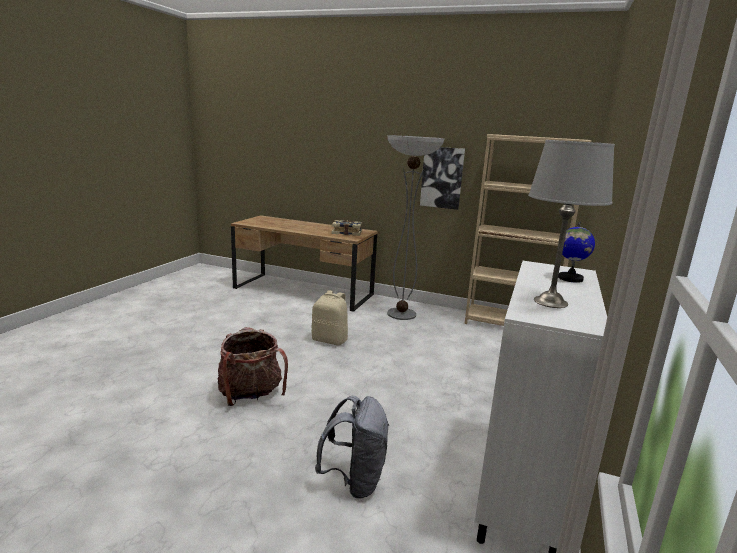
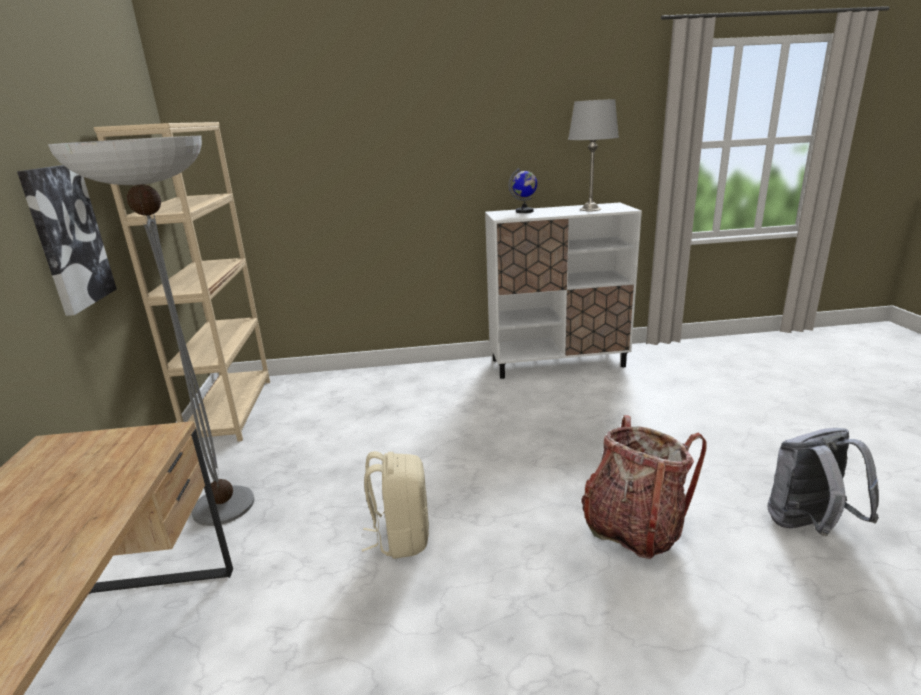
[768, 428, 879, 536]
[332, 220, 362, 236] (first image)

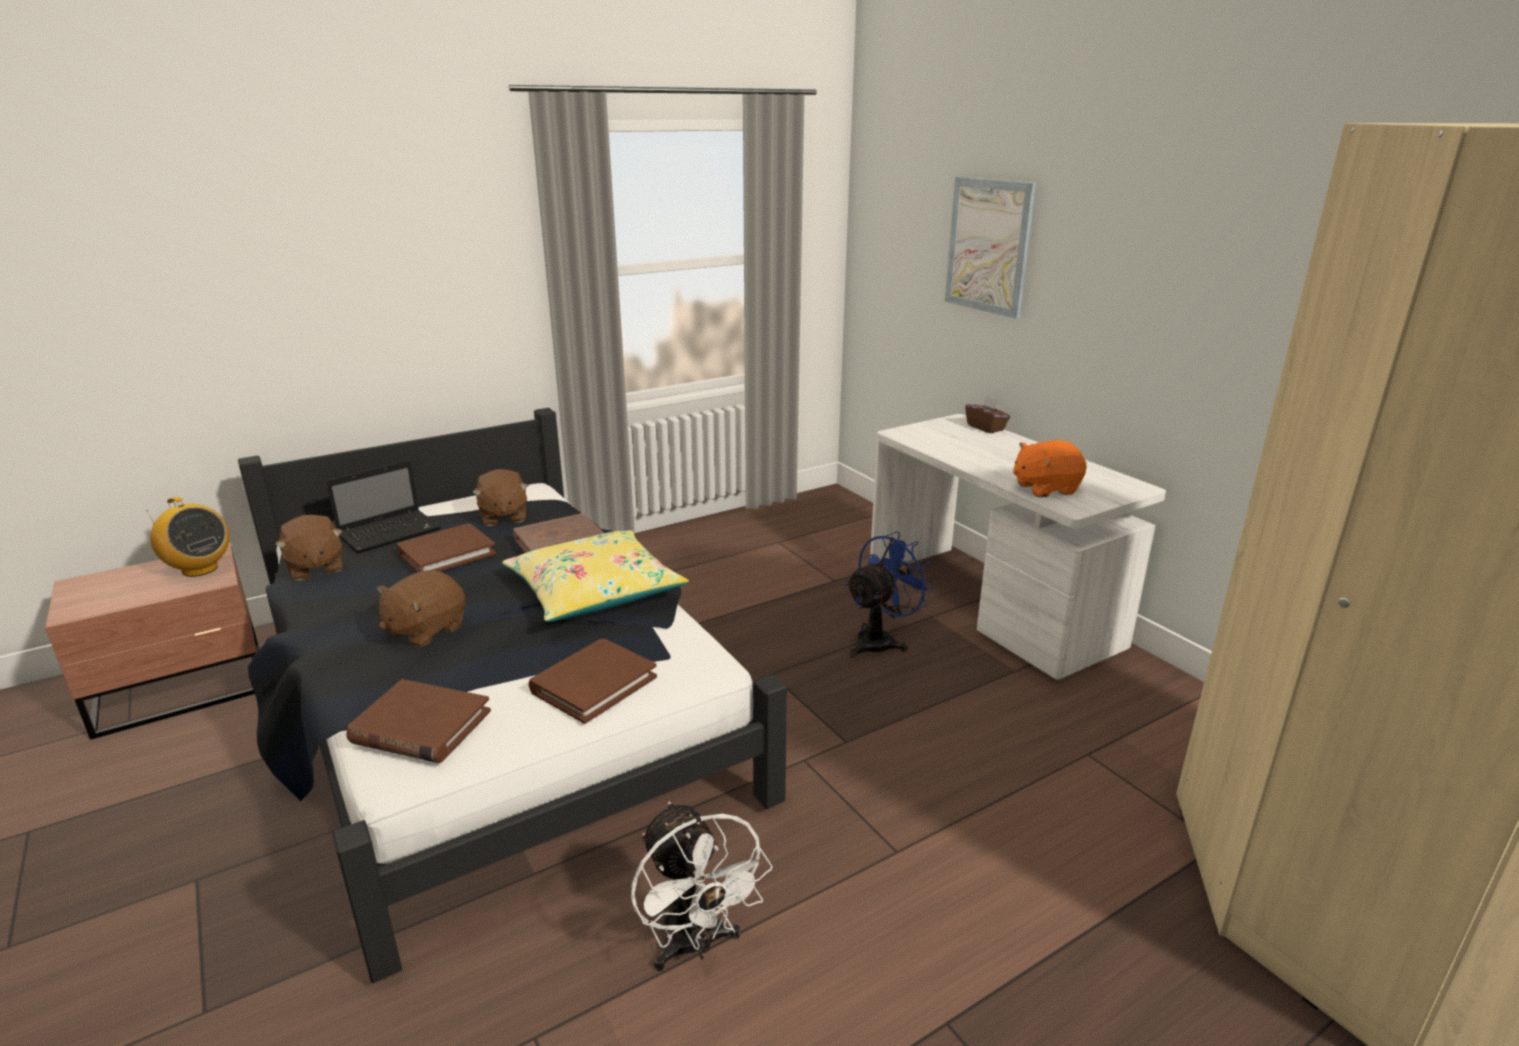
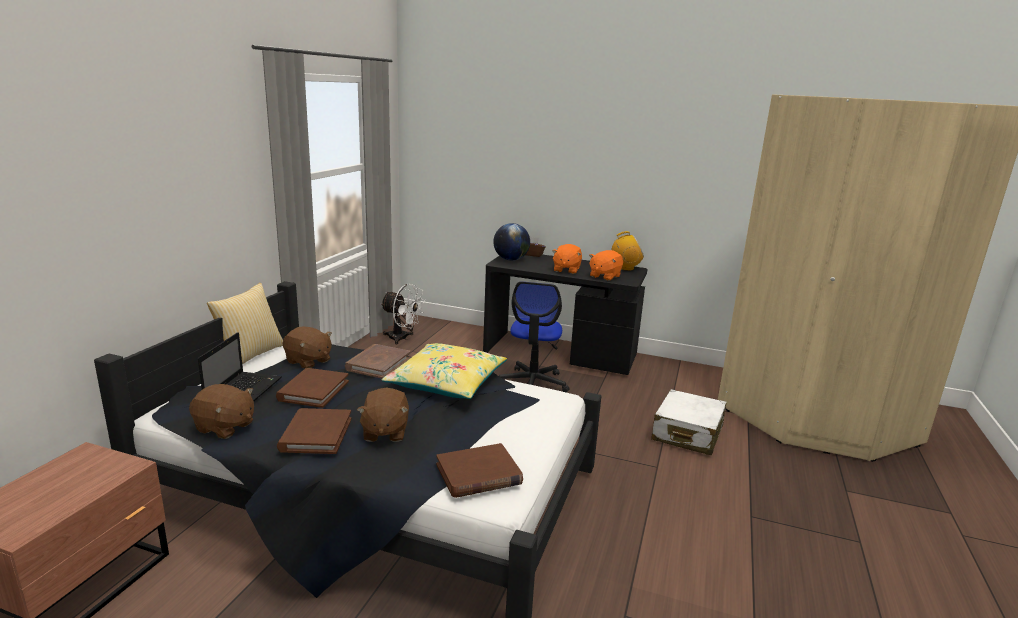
[207, 283, 283, 364]
[277, 408, 352, 454]
[381, 284, 425, 344]
[483, 254, 647, 375]
[493, 223, 530, 261]
[499, 281, 570, 393]
[552, 244, 582, 274]
[611, 231, 644, 271]
[651, 389, 727, 455]
[945, 177, 1036, 319] (first image)

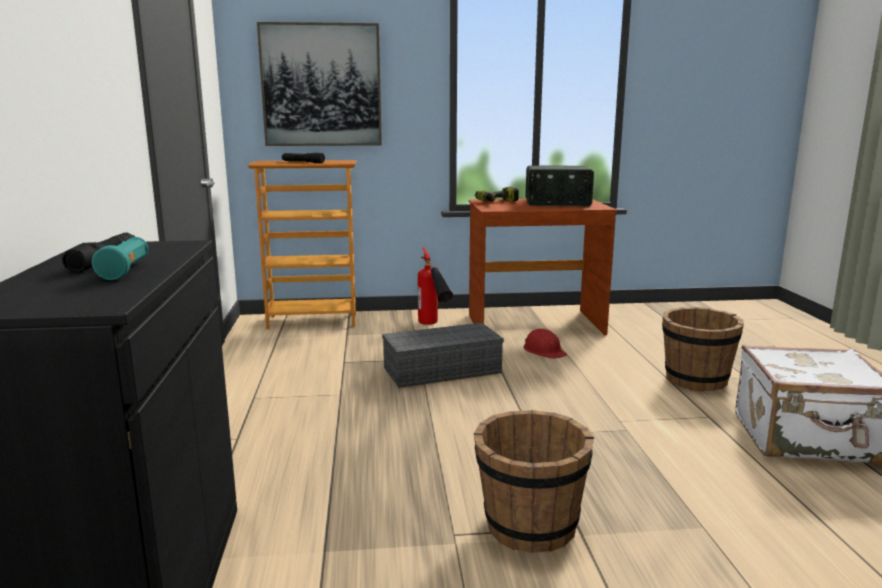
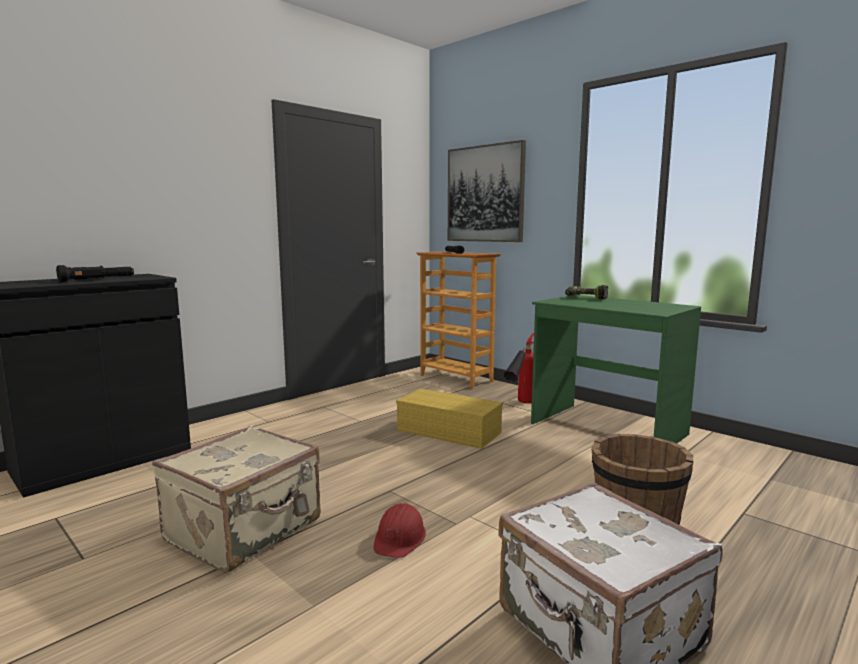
[56, 265, 105, 282]
[152, 425, 321, 573]
[374, 503, 426, 558]
[396, 389, 503, 449]
[531, 295, 701, 444]
[525, 165, 594, 206] (first image)

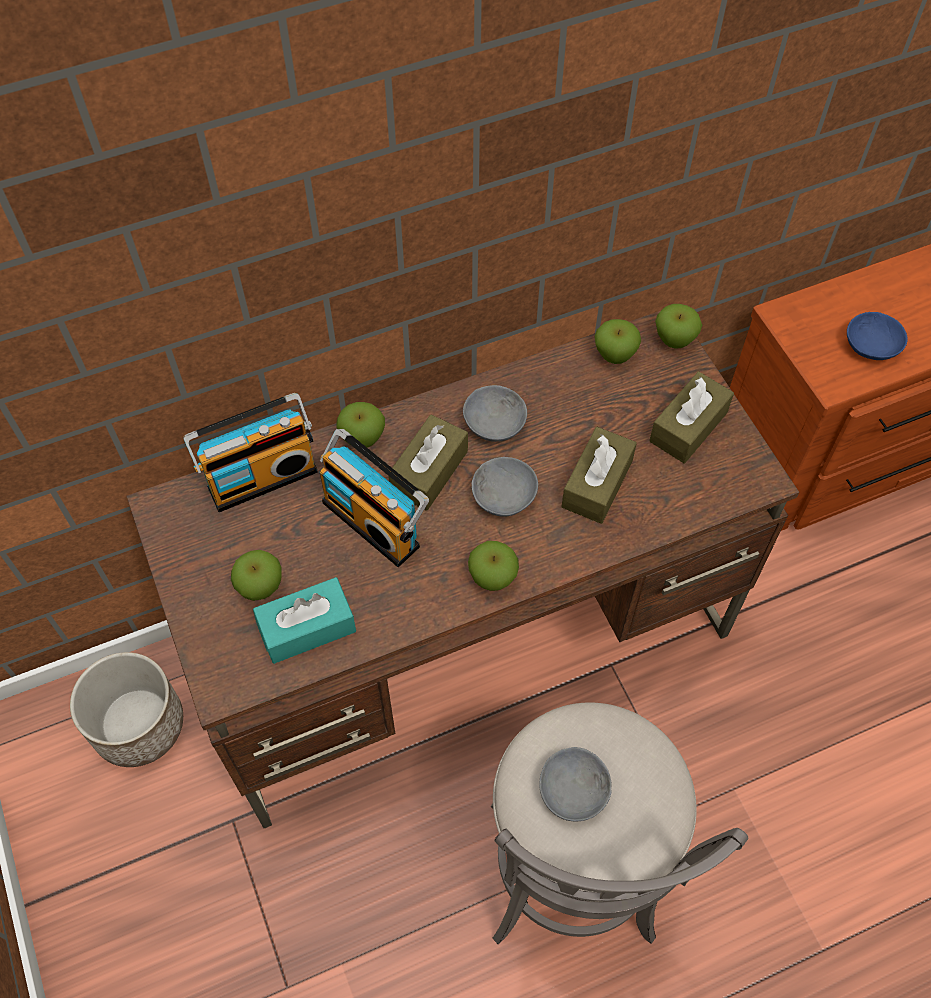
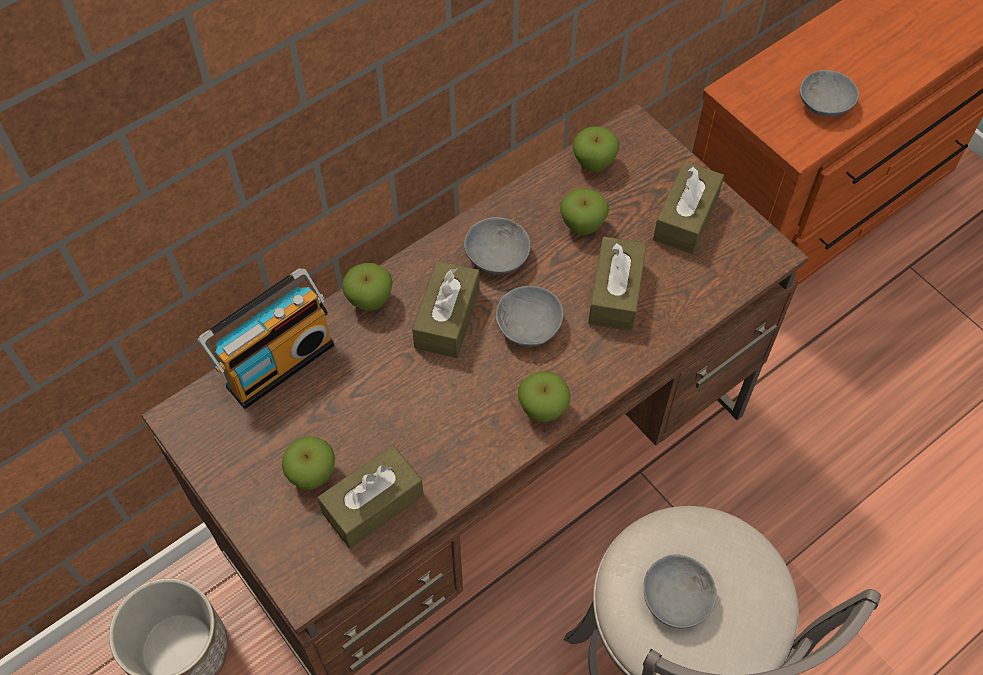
[318, 445, 424, 548]
[560, 188, 609, 235]
[800, 70, 859, 116]
[320, 429, 429, 567] (first image)

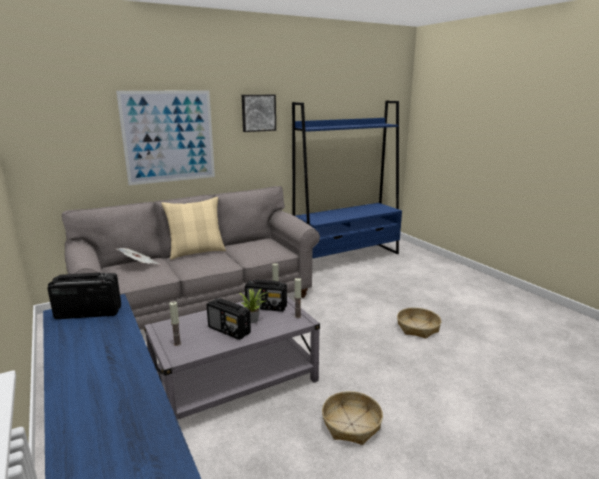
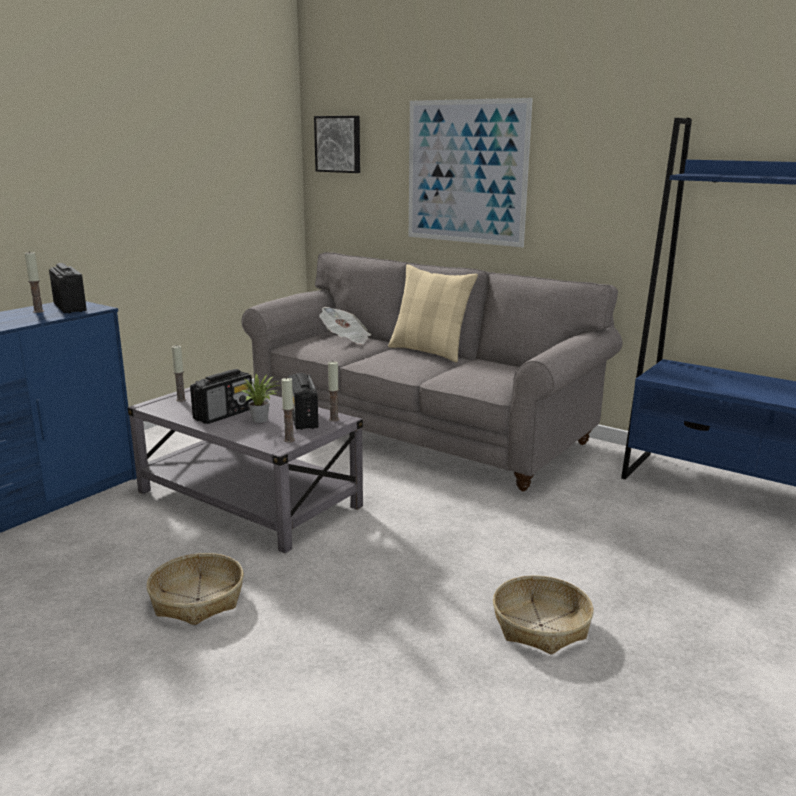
[25, 251, 44, 313]
[190, 369, 253, 424]
[314, 116, 360, 173]

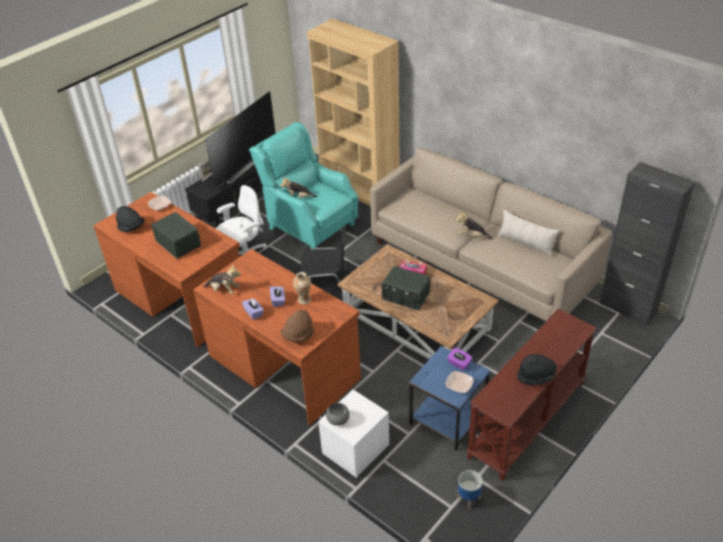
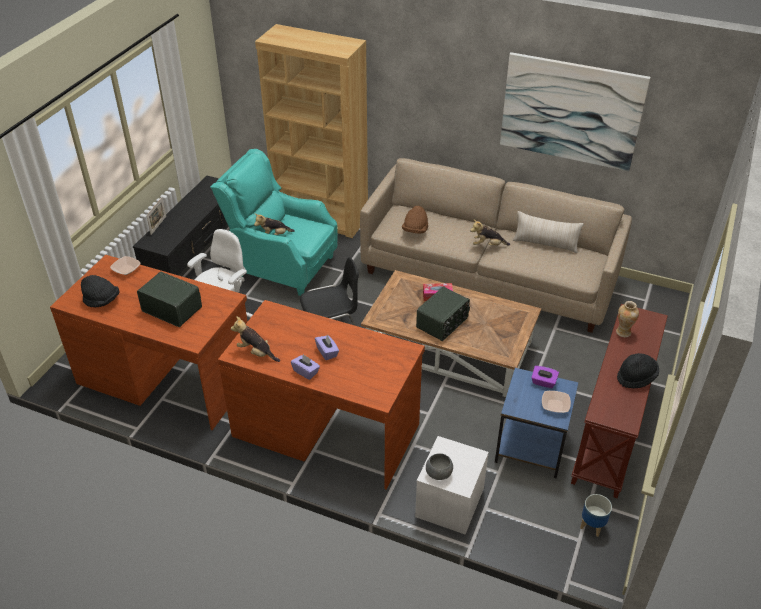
[231, 316, 280, 362]
[402, 206, 428, 234]
[416, 287, 470, 341]
[500, 52, 651, 171]
[616, 301, 639, 337]
[205, 91, 276, 190] (first image)
[600, 162, 695, 326] (first image)

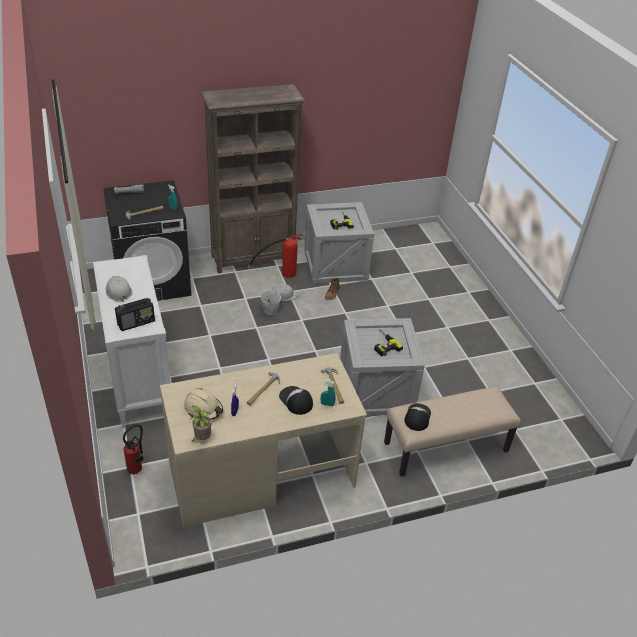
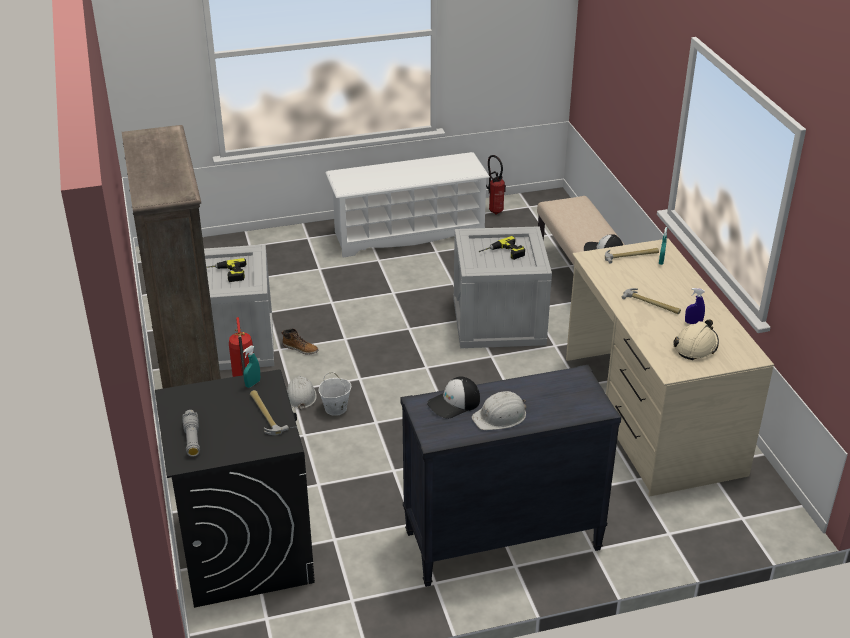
[326, 152, 490, 258]
[401, 365, 621, 587]
[427, 376, 480, 419]
[486, 155, 506, 215]
[115, 298, 155, 331] (first image)
[189, 406, 212, 442] (first image)

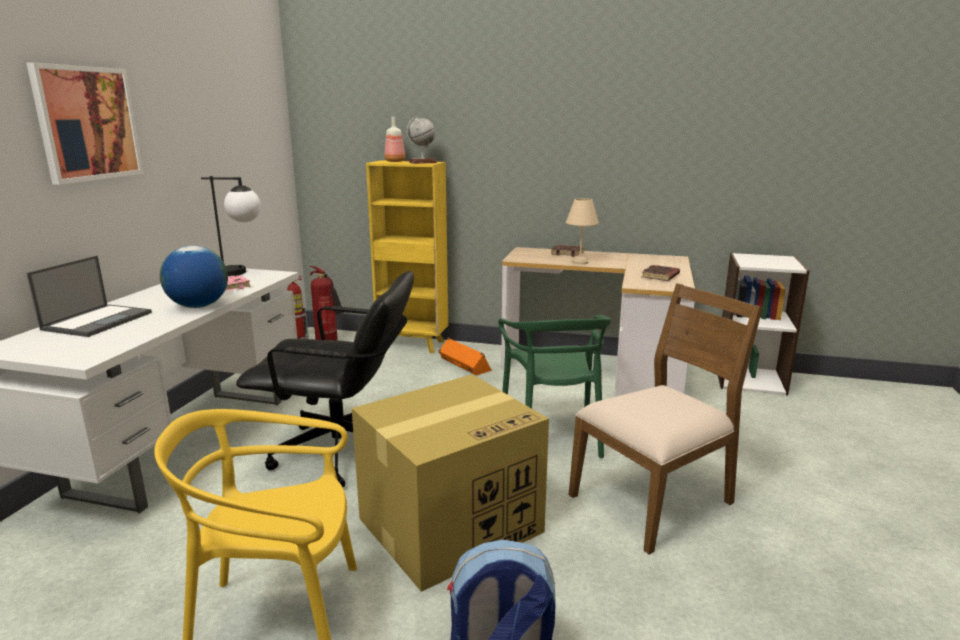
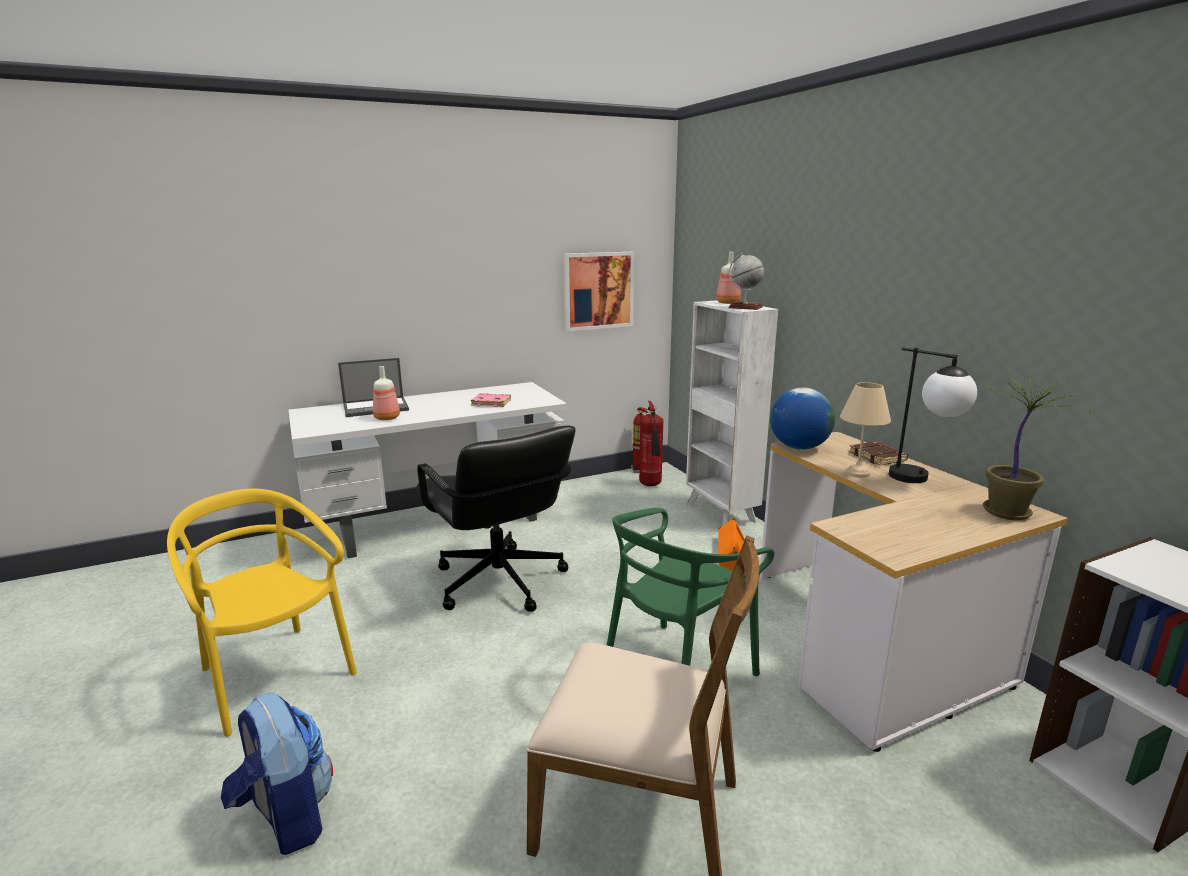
[373, 366, 400, 420]
[564, 252, 634, 331]
[686, 300, 778, 526]
[770, 387, 835, 450]
[889, 347, 977, 483]
[983, 375, 1090, 520]
[352, 374, 549, 592] (first image)
[641, 265, 680, 281] (first image)

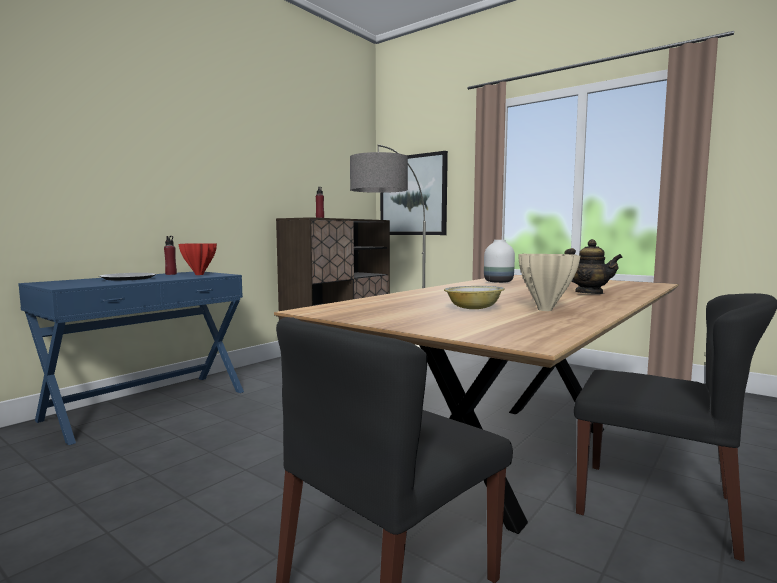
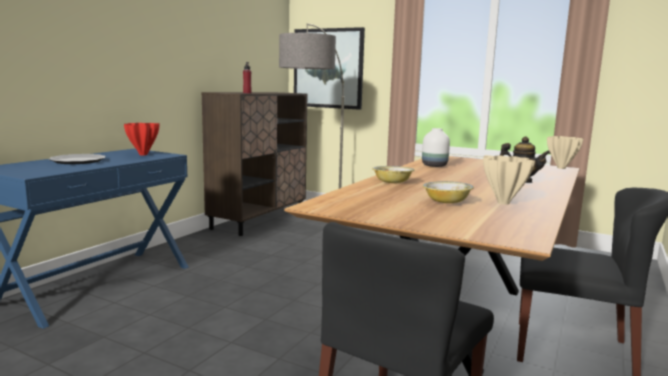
[372, 166, 415, 183]
[547, 136, 584, 169]
[164, 236, 177, 275] (first image)

